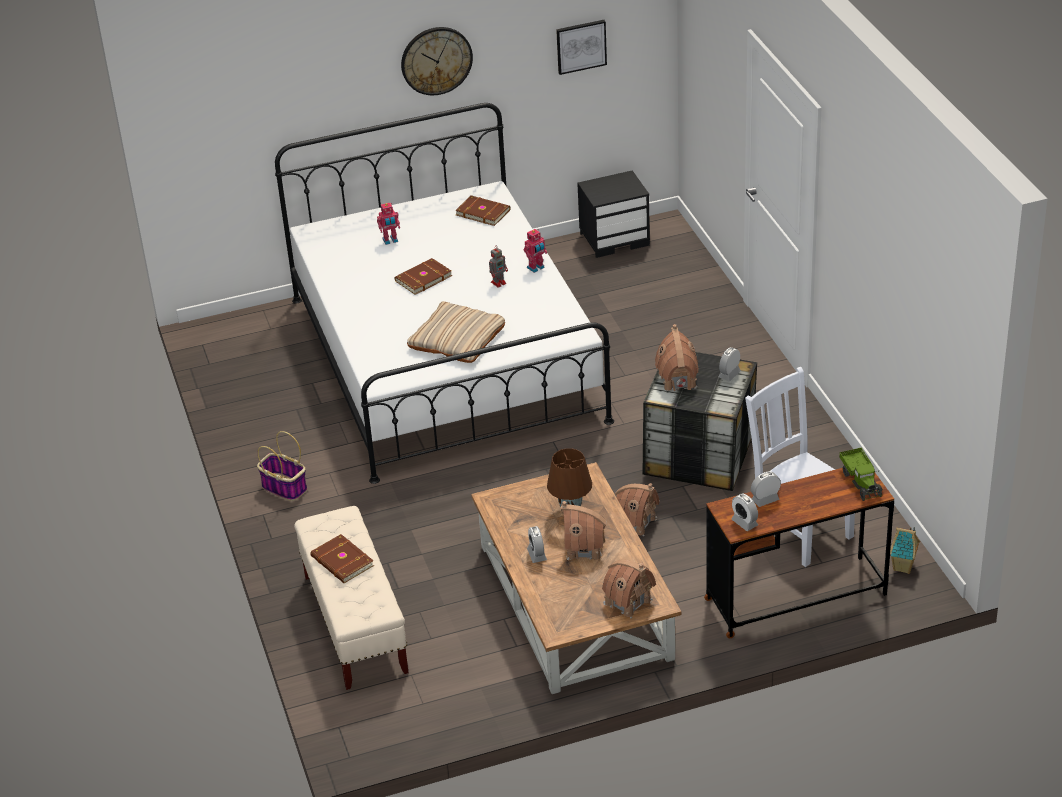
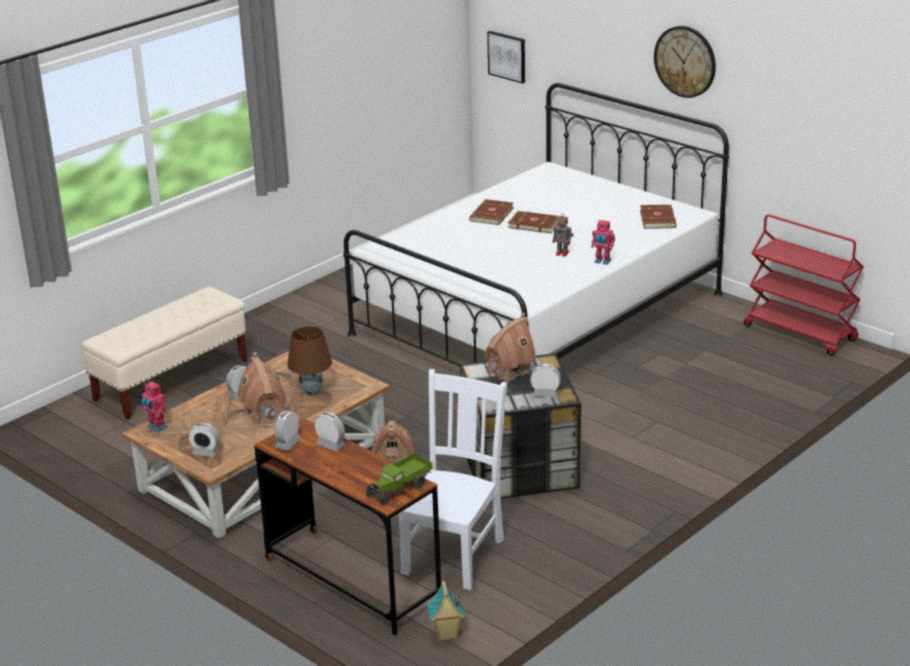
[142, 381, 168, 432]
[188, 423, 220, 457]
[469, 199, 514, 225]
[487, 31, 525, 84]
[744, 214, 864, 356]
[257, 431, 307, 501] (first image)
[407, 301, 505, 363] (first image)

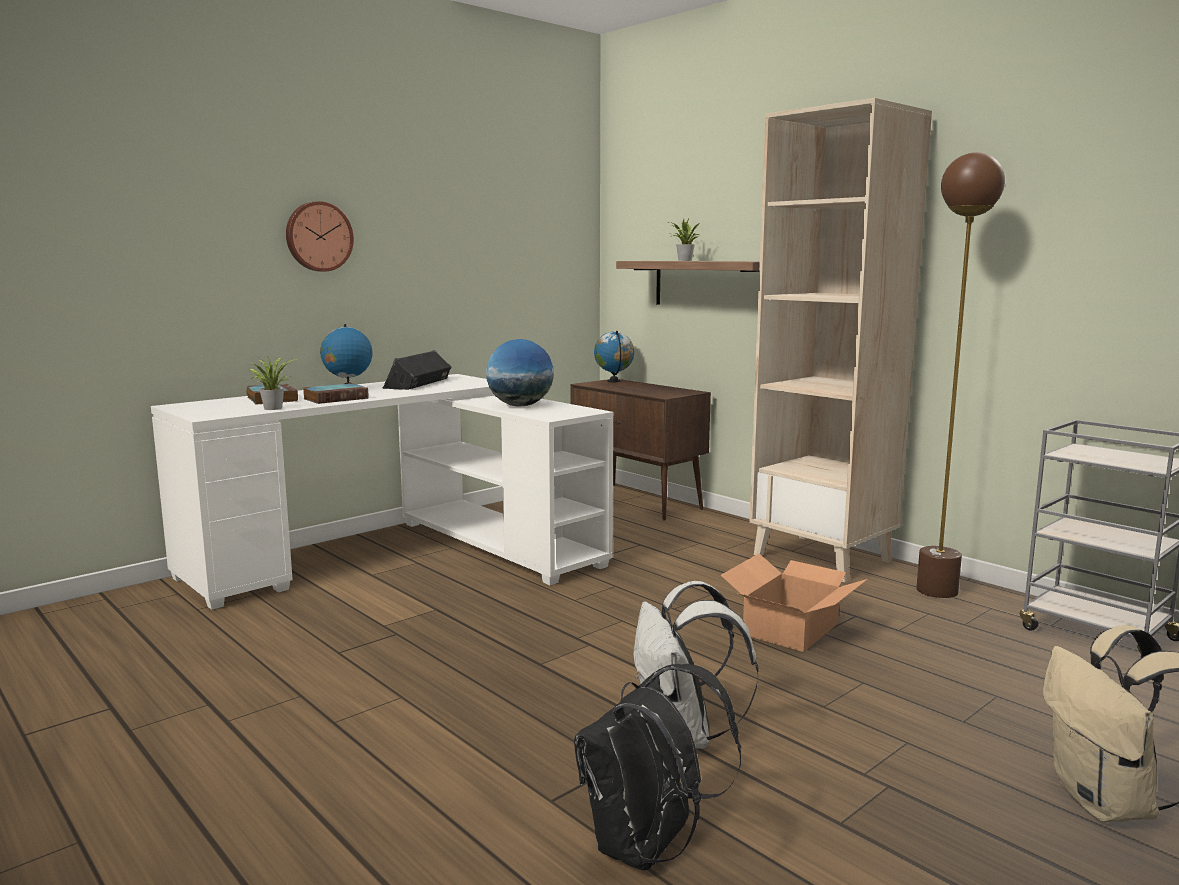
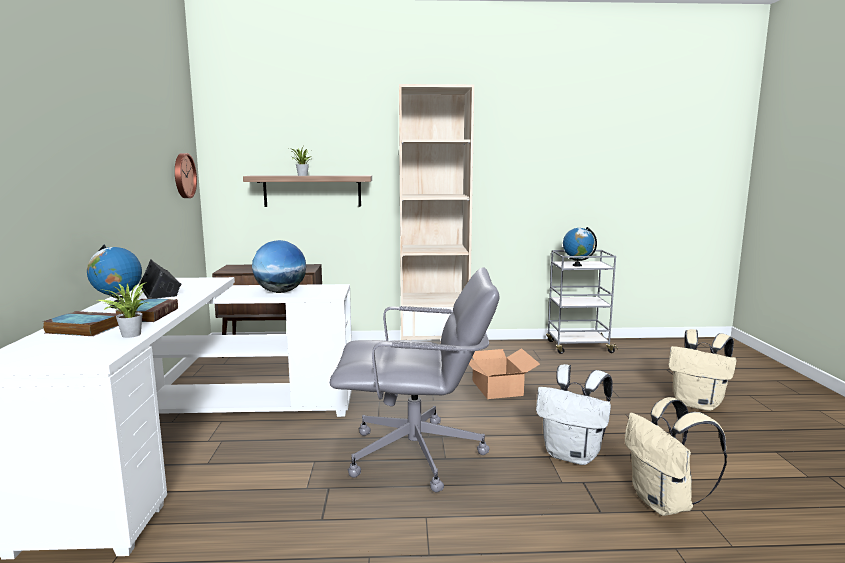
[175, 153, 197, 198]
[330, 267, 499, 492]
[563, 227, 597, 267]
[625, 397, 727, 516]
[916, 152, 1005, 598] (first image)

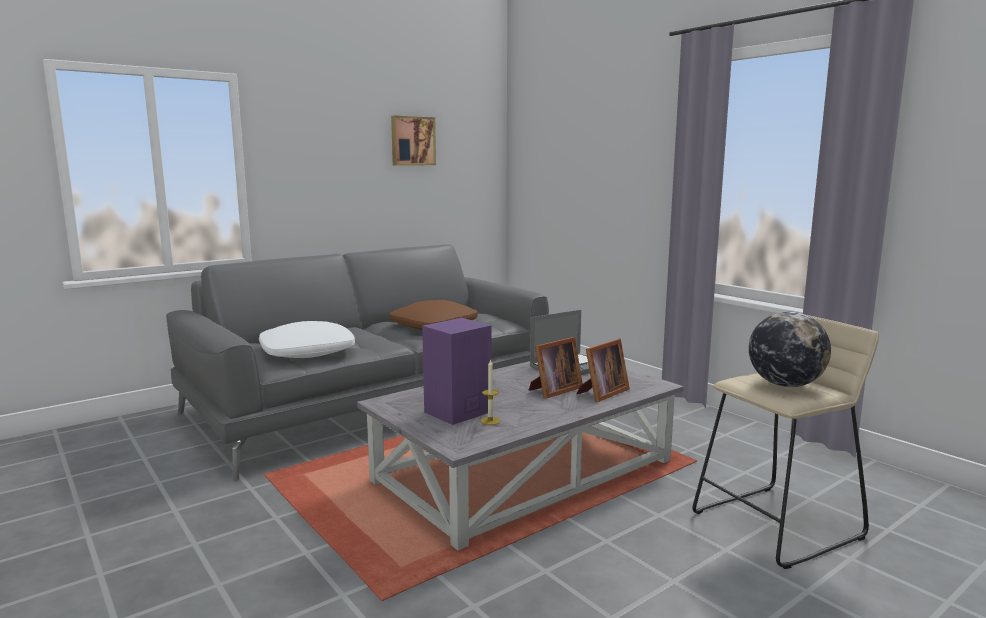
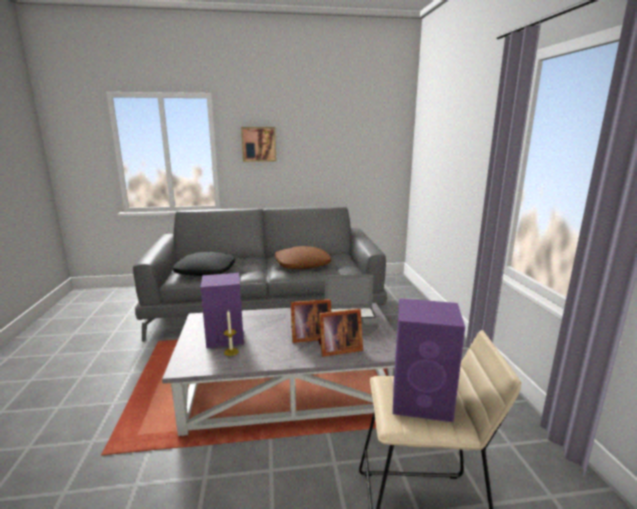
[173, 252, 235, 276]
[241, 127, 276, 162]
[393, 298, 465, 422]

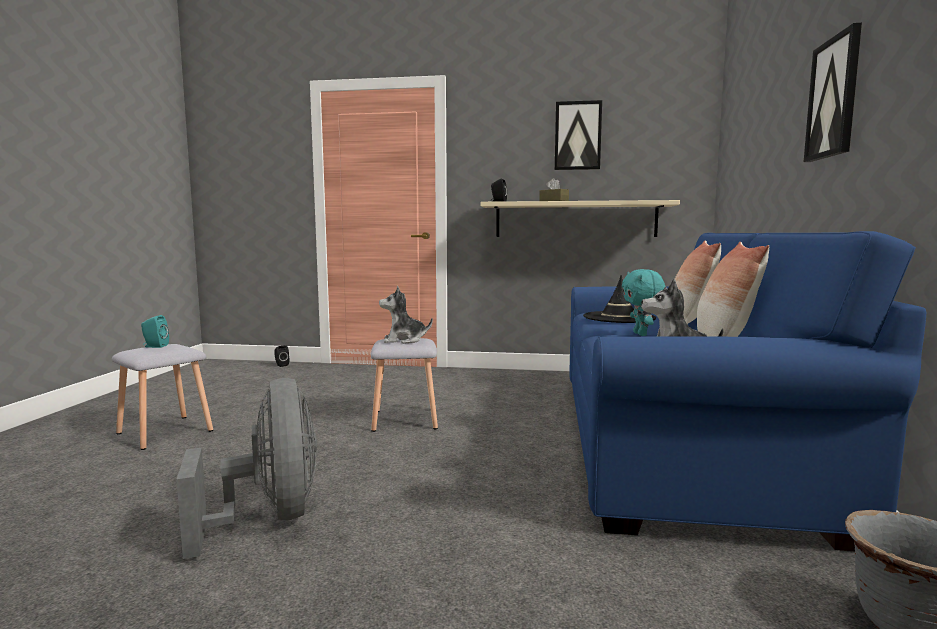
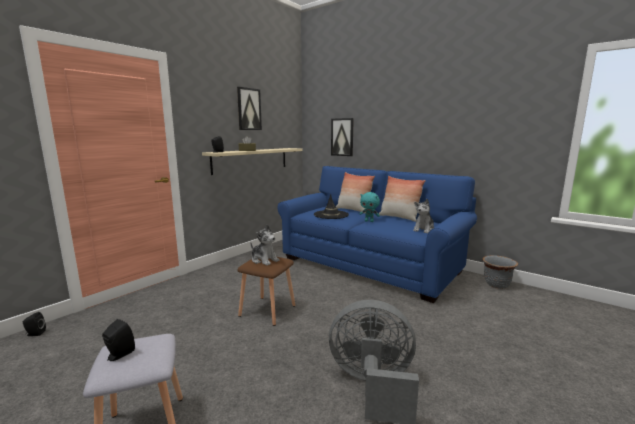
[102, 319, 135, 361]
[237, 257, 295, 326]
[251, 224, 279, 266]
[331, 118, 354, 156]

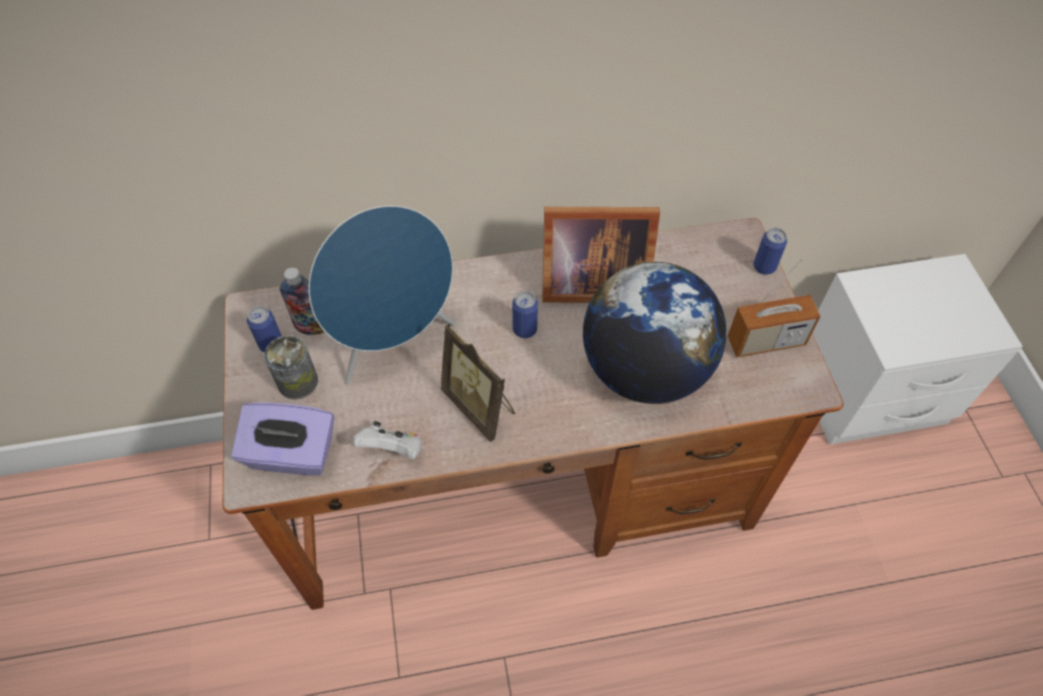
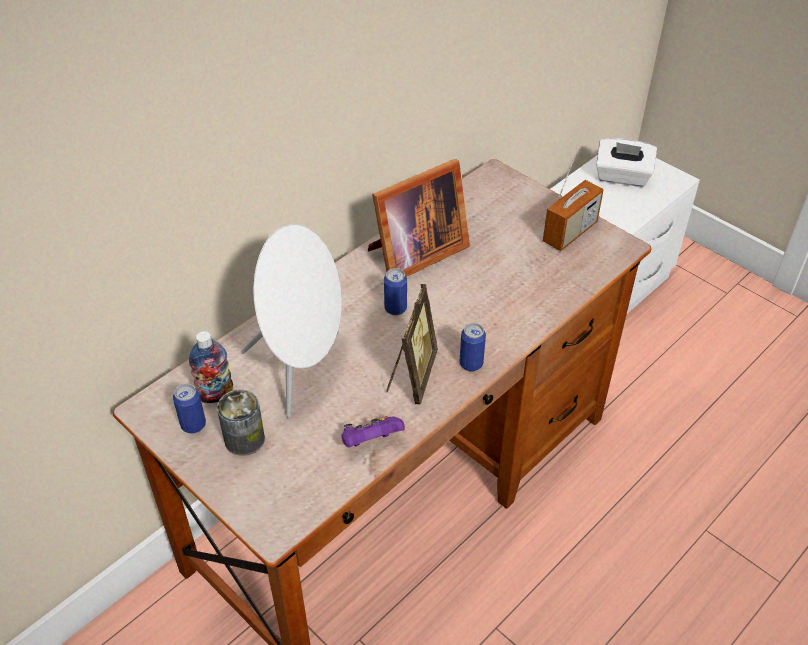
[241, 224, 342, 418]
[342, 416, 405, 447]
[386, 284, 438, 404]
[459, 323, 486, 371]
[596, 138, 657, 187]
[232, 402, 334, 476] (first image)
[583, 262, 727, 404] (first image)

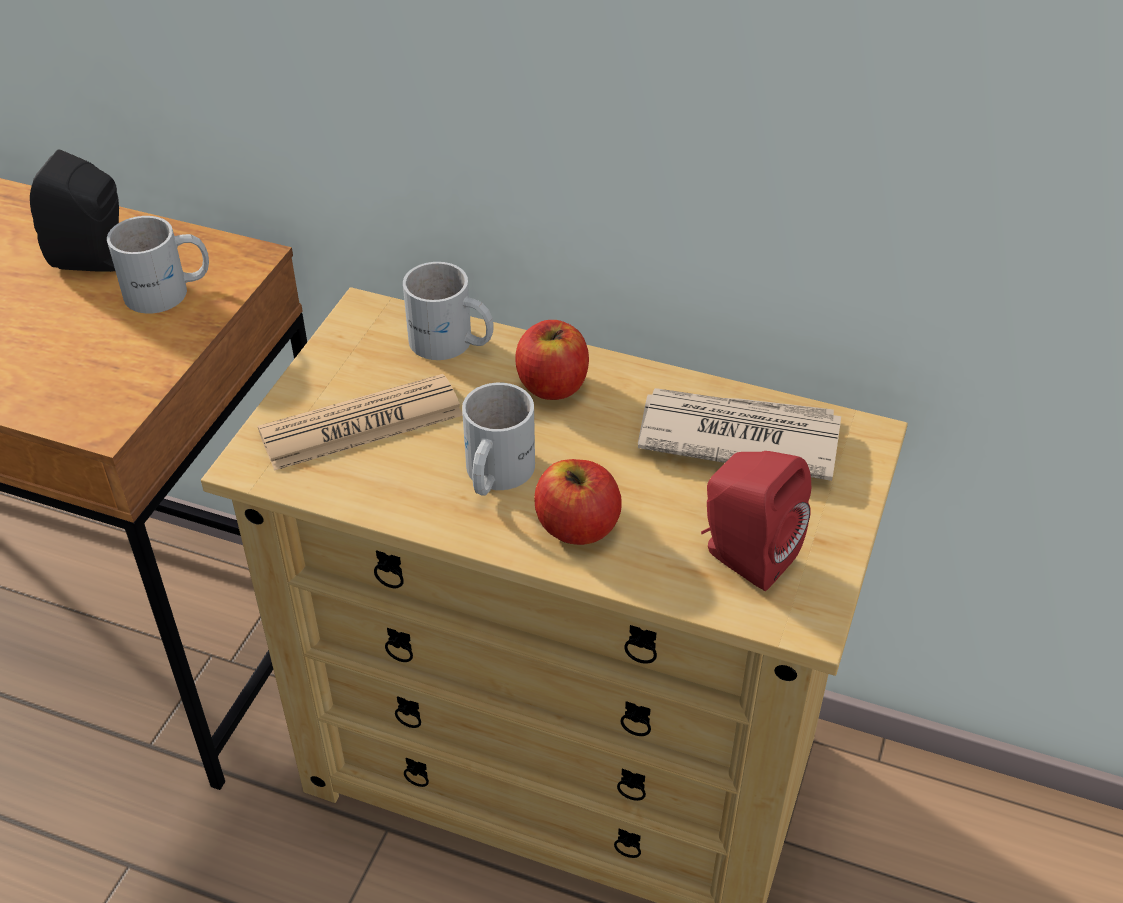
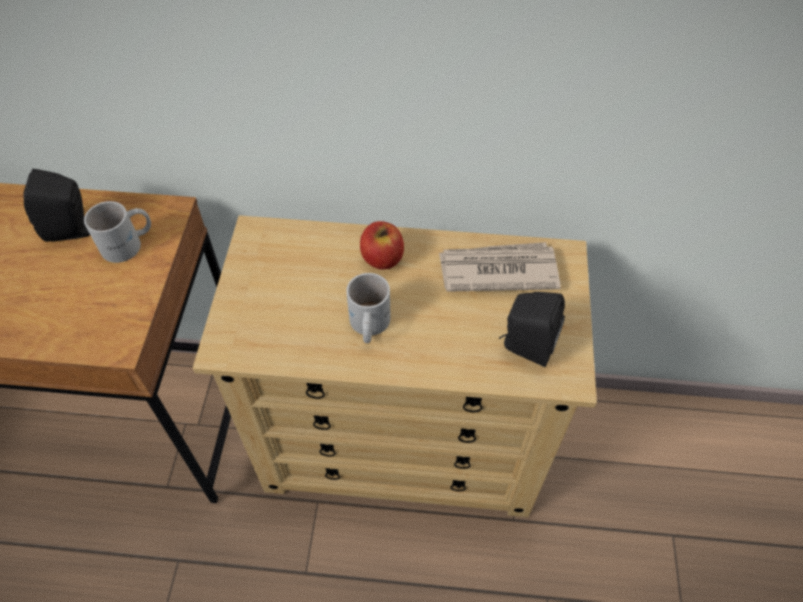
[499, 292, 565, 367]
[258, 374, 463, 471] (first image)
[403, 262, 494, 360] (first image)
[534, 459, 622, 545] (first image)

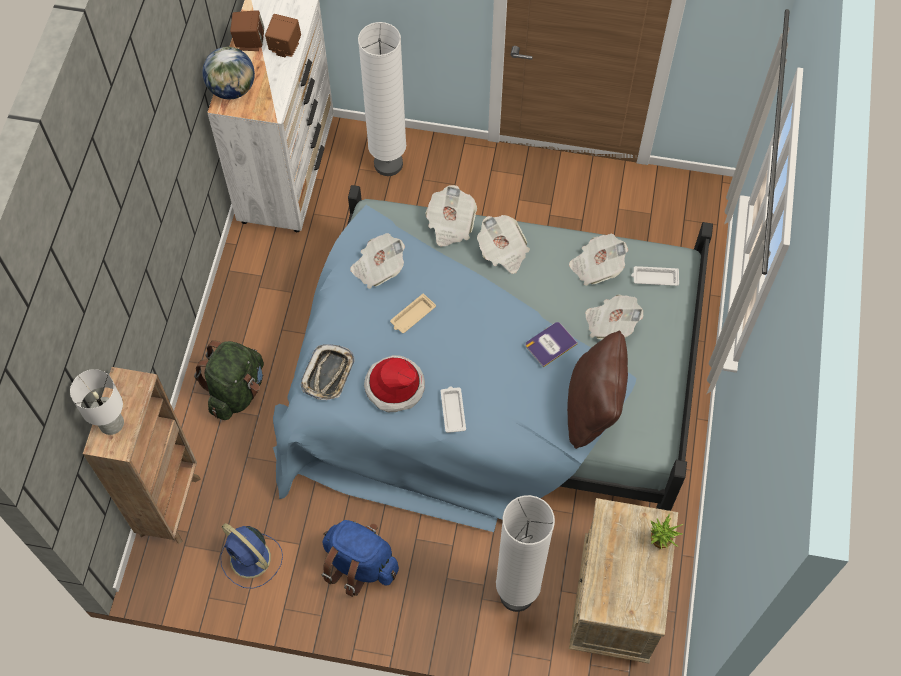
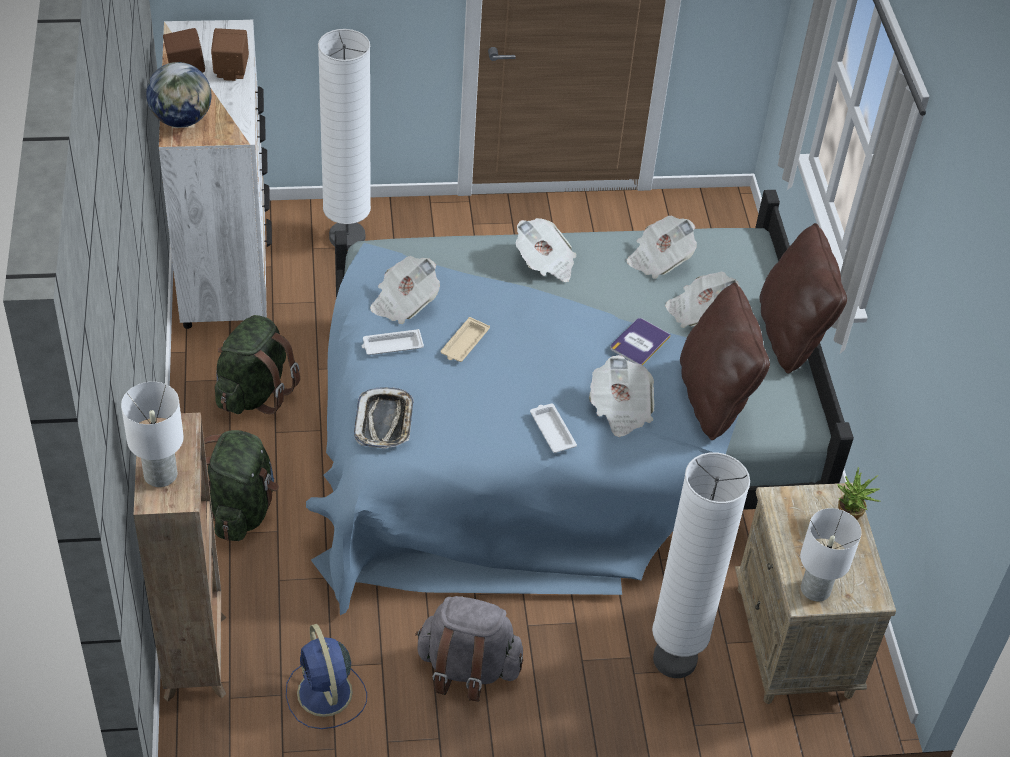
[215, 315, 300, 414]
[286, 624, 367, 729]
[362, 329, 424, 355]
[415, 596, 523, 702]
[589, 355, 654, 437]
[759, 223, 847, 374]
[800, 508, 862, 601]
[364, 355, 425, 412] (first image)

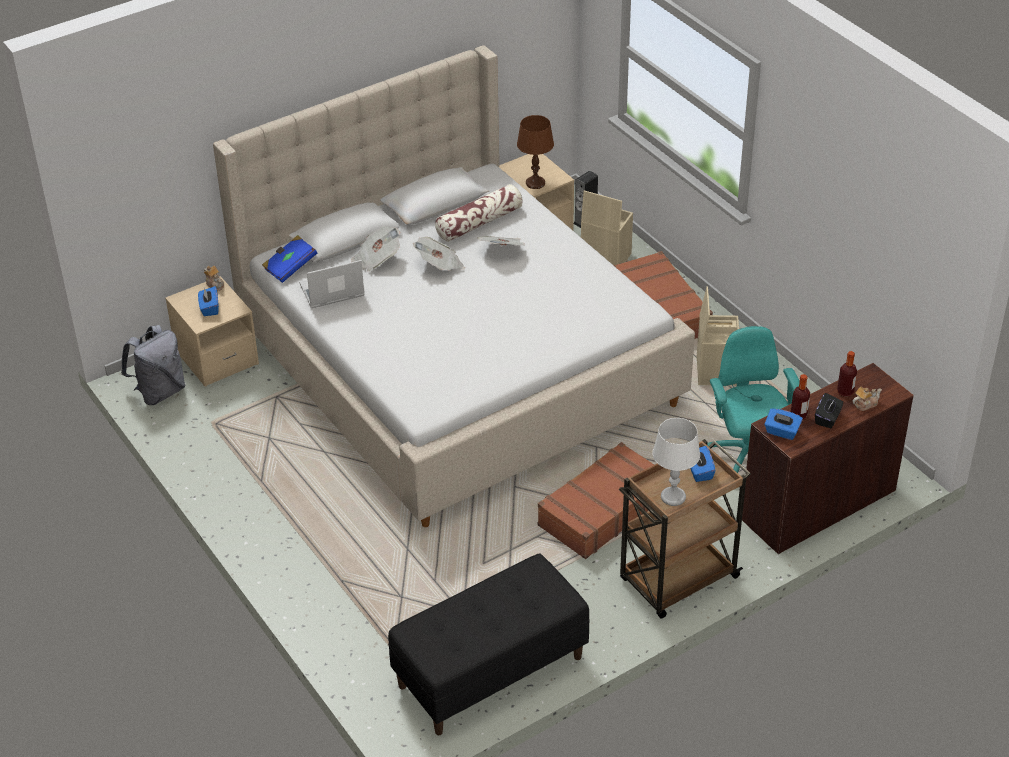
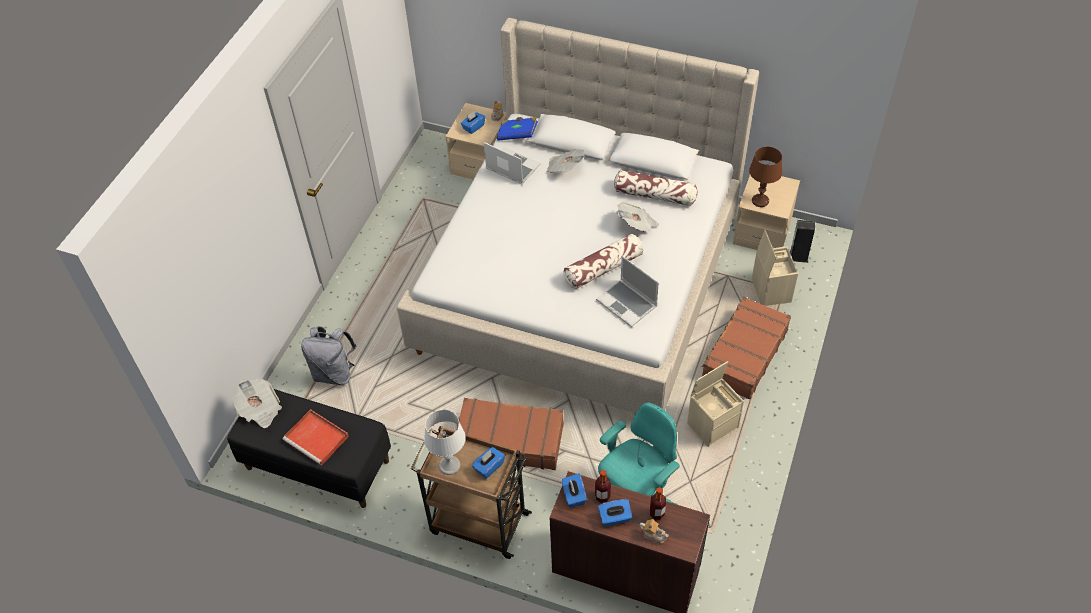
[232, 379, 282, 428]
[283, 409, 349, 466]
[301, 326, 356, 385]
[563, 234, 643, 289]
[596, 256, 659, 327]
[598, 499, 632, 526]

